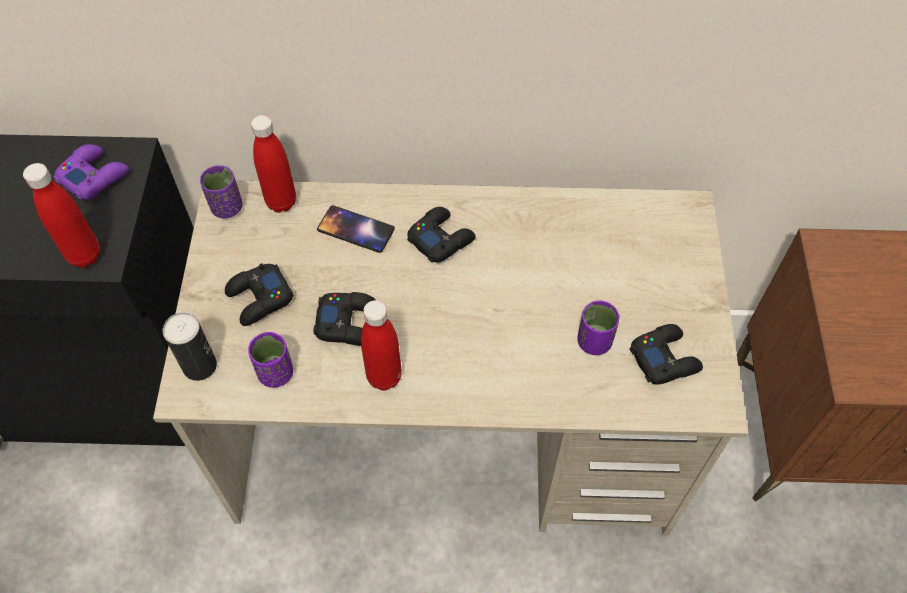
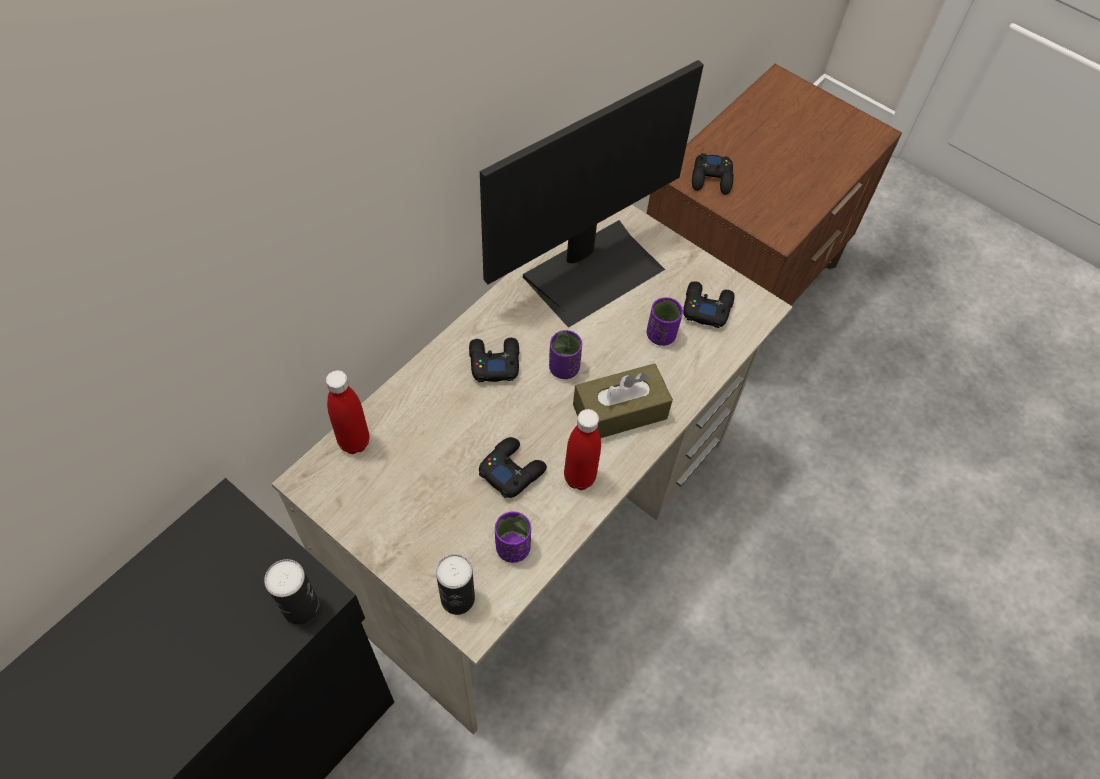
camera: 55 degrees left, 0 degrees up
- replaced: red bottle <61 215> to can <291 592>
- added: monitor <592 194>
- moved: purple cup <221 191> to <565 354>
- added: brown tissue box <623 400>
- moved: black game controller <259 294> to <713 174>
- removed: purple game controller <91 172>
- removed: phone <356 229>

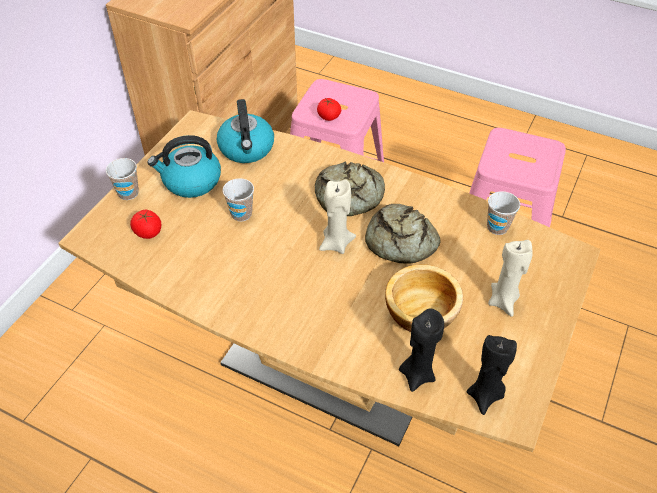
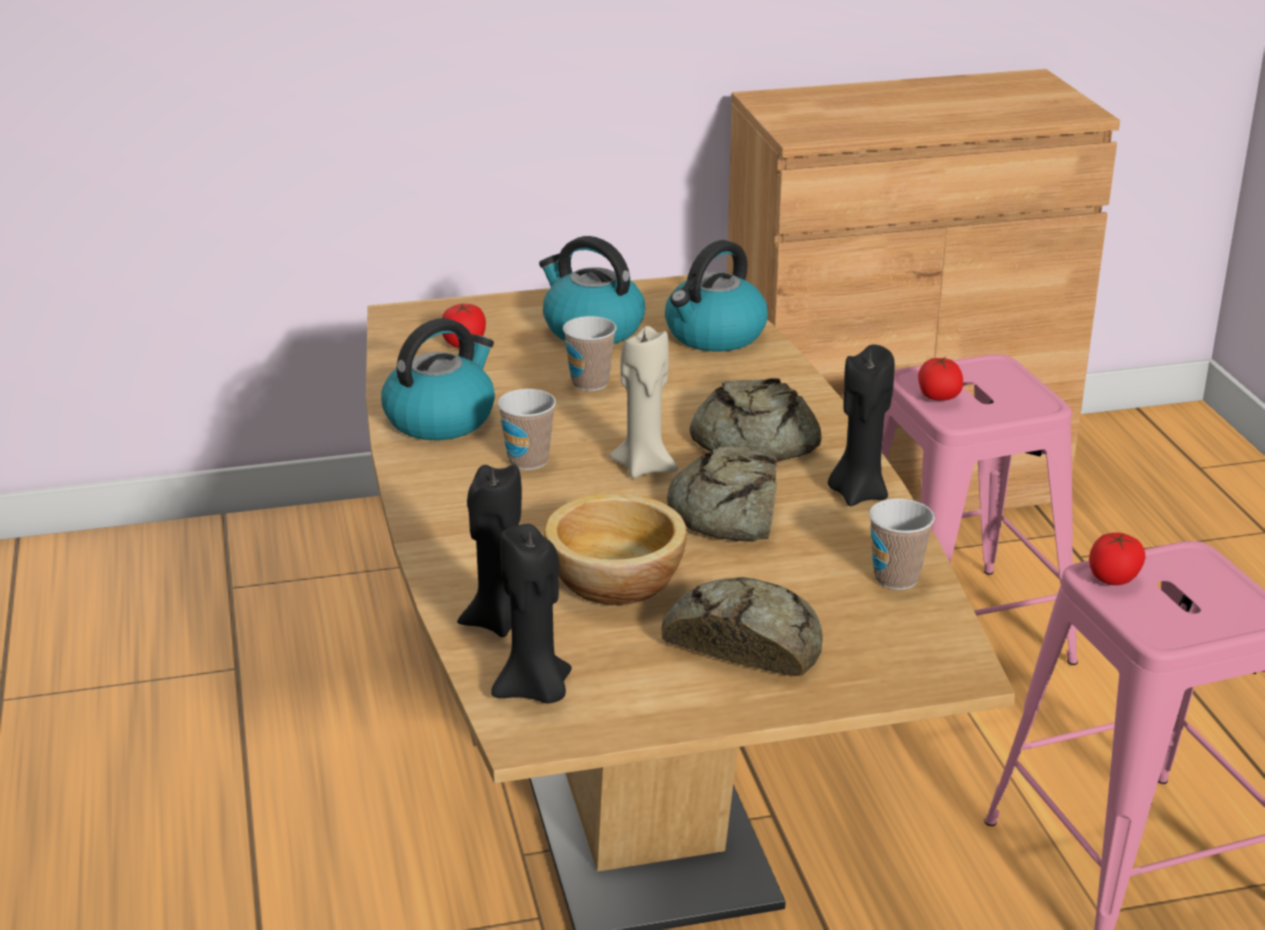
camera: 50 degrees right, 20 degrees down
- added: kettle <438 379>
- moved: cup <122 179> to <527 429>
- replaced: beige candle <510 278> to bread <742 626>
- added: black candle <861 425>
- added: tomato <1117 559>

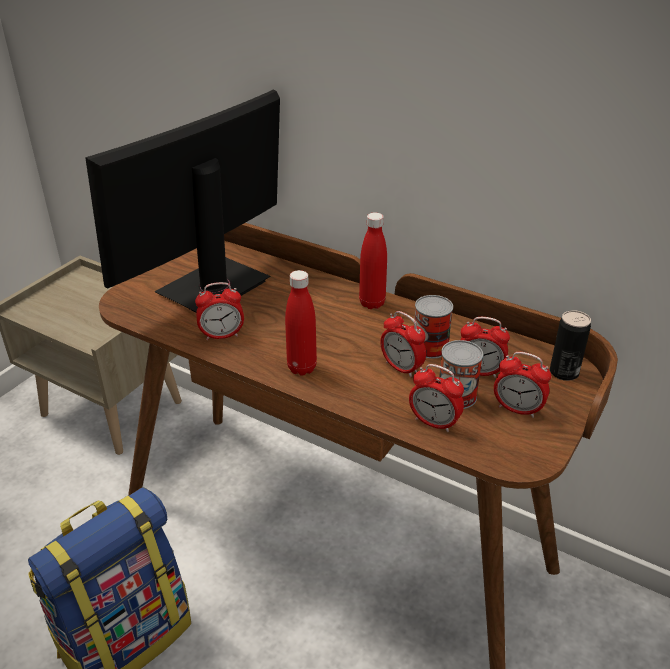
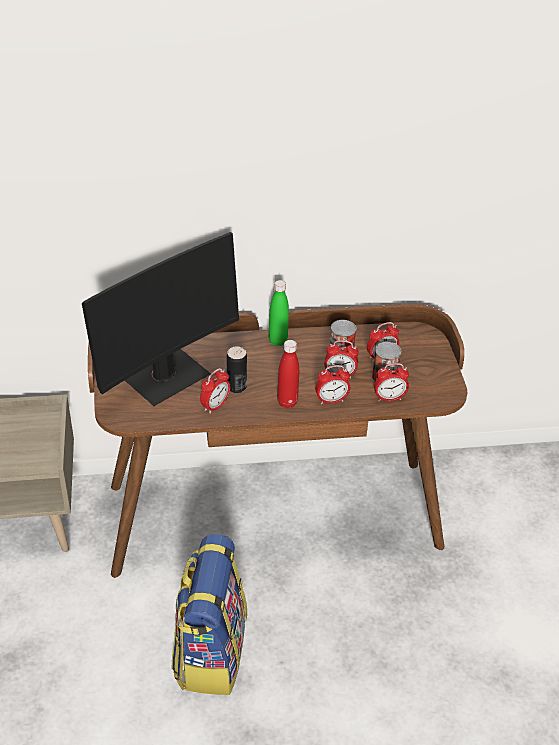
camera: 40 degrees left, 5 degrees up
- turned: monitor <182 201> = <160 319> 135 degrees counterclockwise
- moved: can <570 345> to <237 369>
- recoloured: red bottle <373 260> to green bottle <279 313>
- moved: alarm clock <522 385> to <332 384>

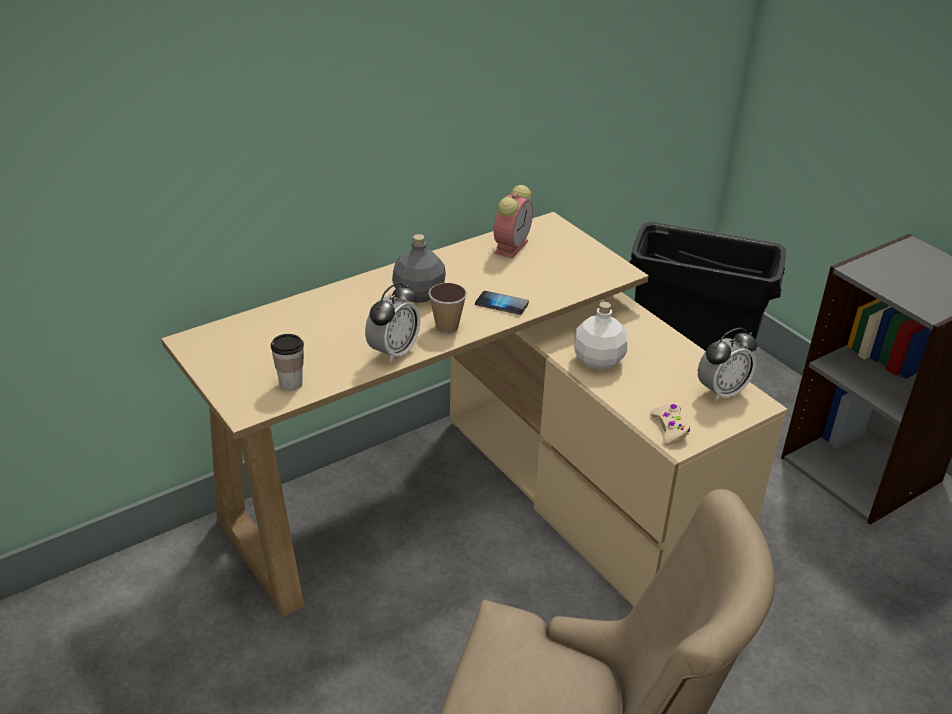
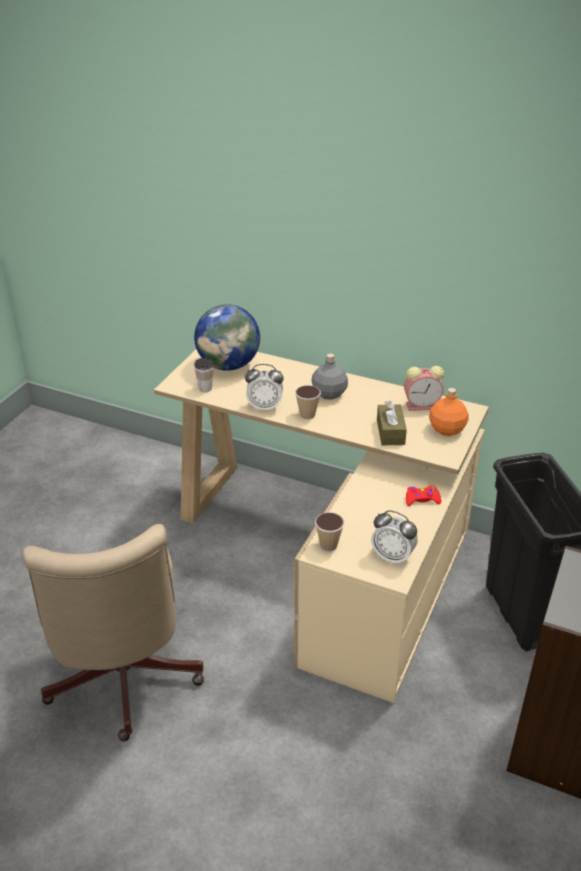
camera: 60 degrees right, 0 degrees up
- added: globe <227 337>
- replaced: beige game controller <670 424> to cup <329 531>
- added: brown tissue box <392 423>
- added: red game controller <423 496>
- added: orange bottle <448 412>
- removed: phone <502 303>
- removed: white bottle <600 336>

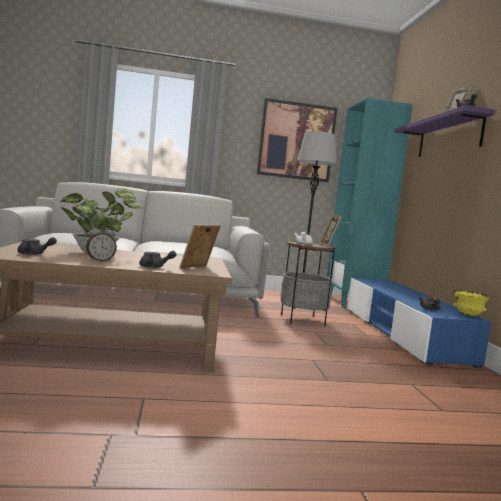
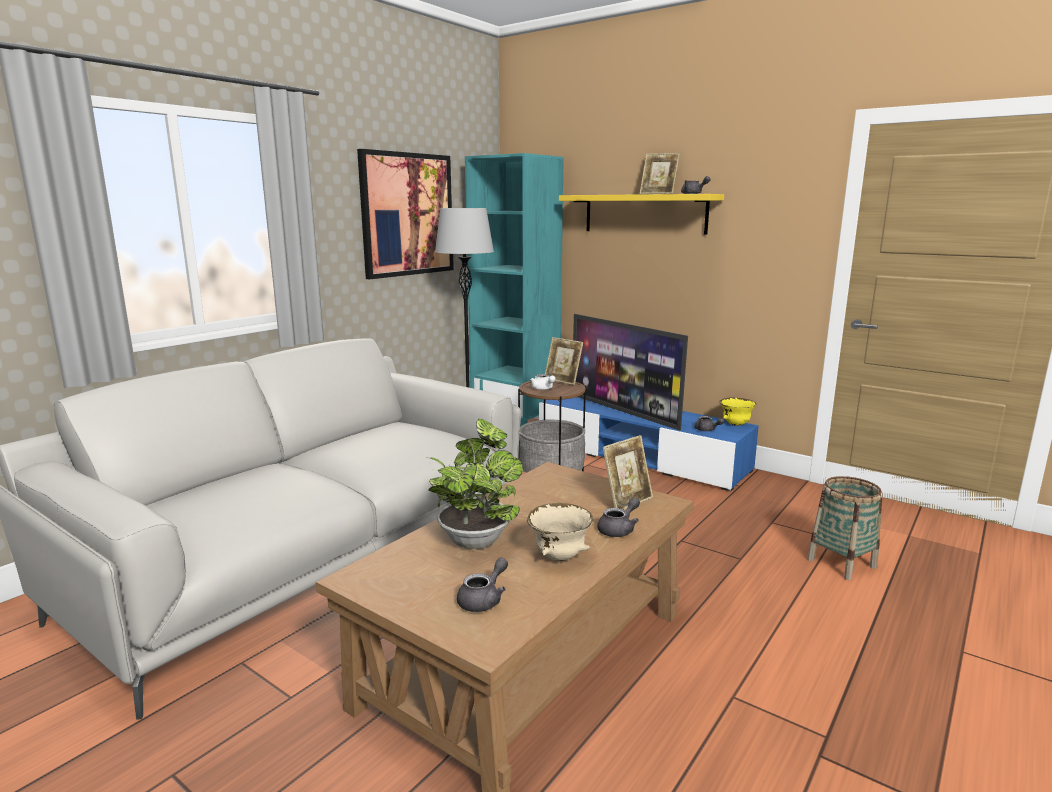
camera: 45 degrees left, 10 degrees up
- replaced: alarm clock <101 242> to beige bowl <560 532>
- recoloured: purple shelf <444 131> to yellow shelf <641 214>
- added: television <630 372>
- turned: picture frame <200 247> = <628 472> 120 degrees counterclockwise
- added: basket <844 528>

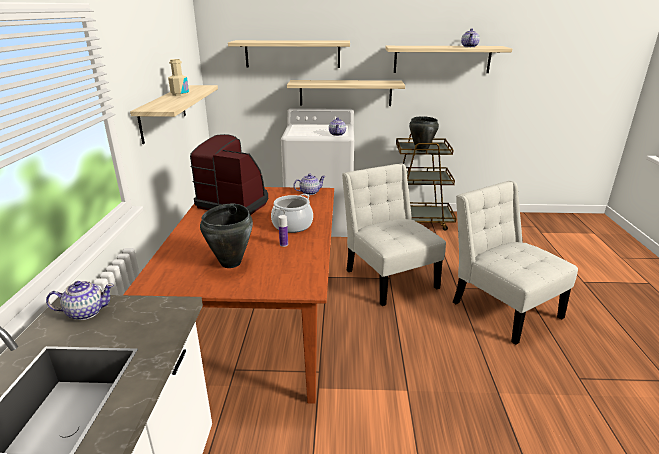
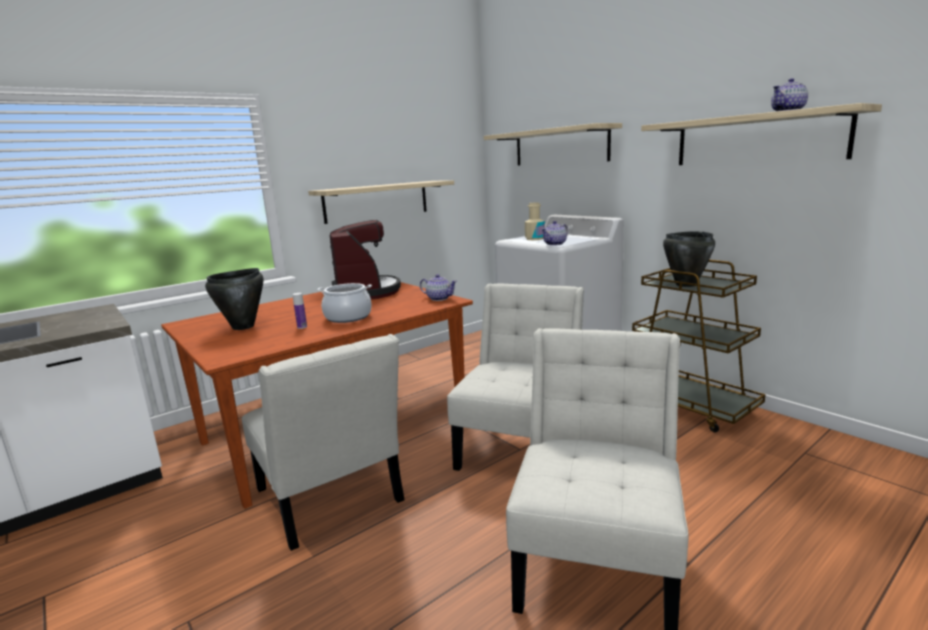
camera: 50 degrees right, 10 degrees down
- added: white chair <323 442>
- moved: beige bottle <178 77> to <535 221>
- removed: teapot <80 300>
- removed: shelf <346 93>

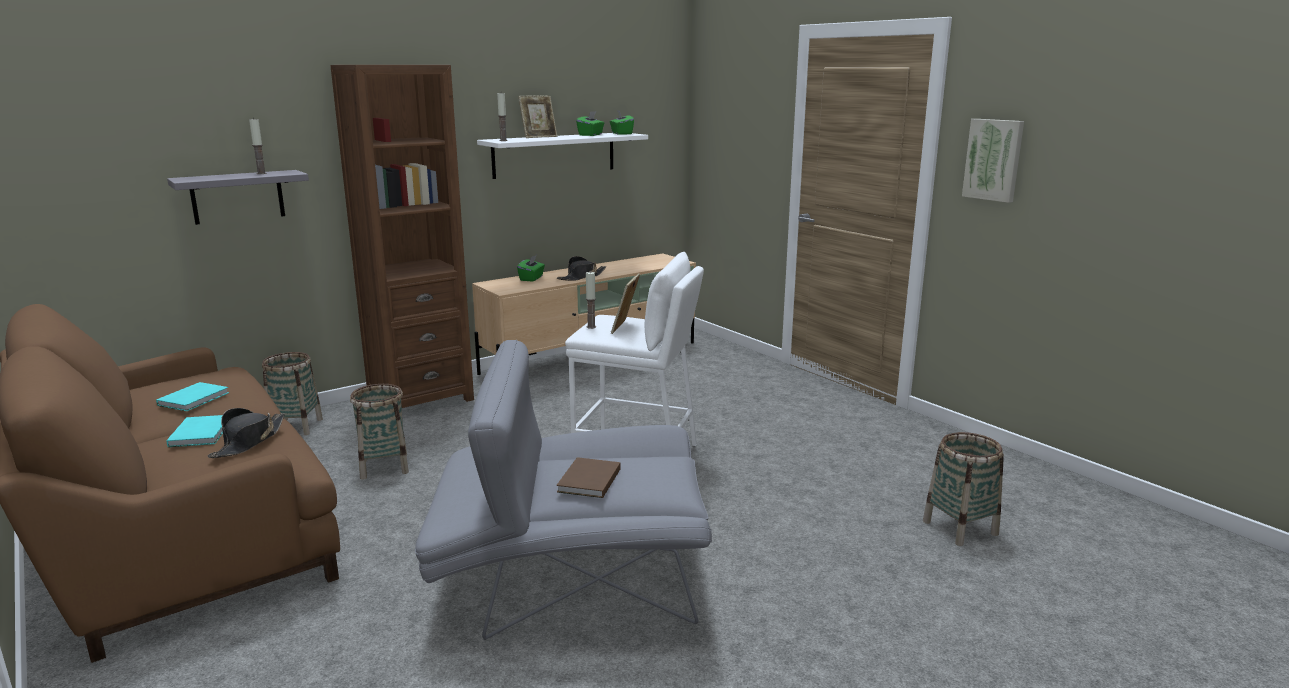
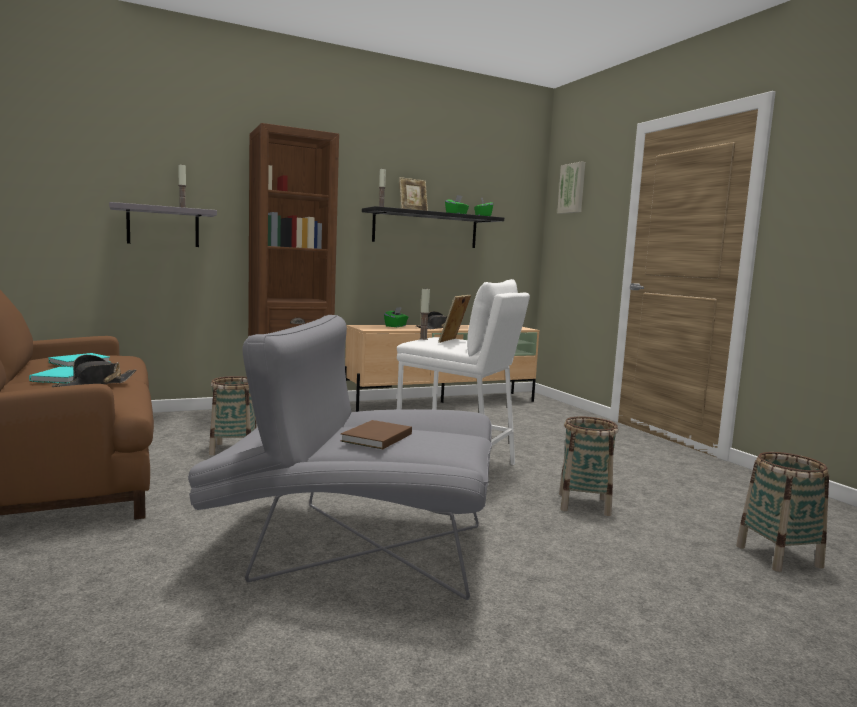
camera: 10 degrees right, 10 degrees down
- recoloured: white shelf <562 156> to black shelf <433 227>
- moved: picture <993 161> to <571 188>
- moved: basket <292 393> to <588 466>

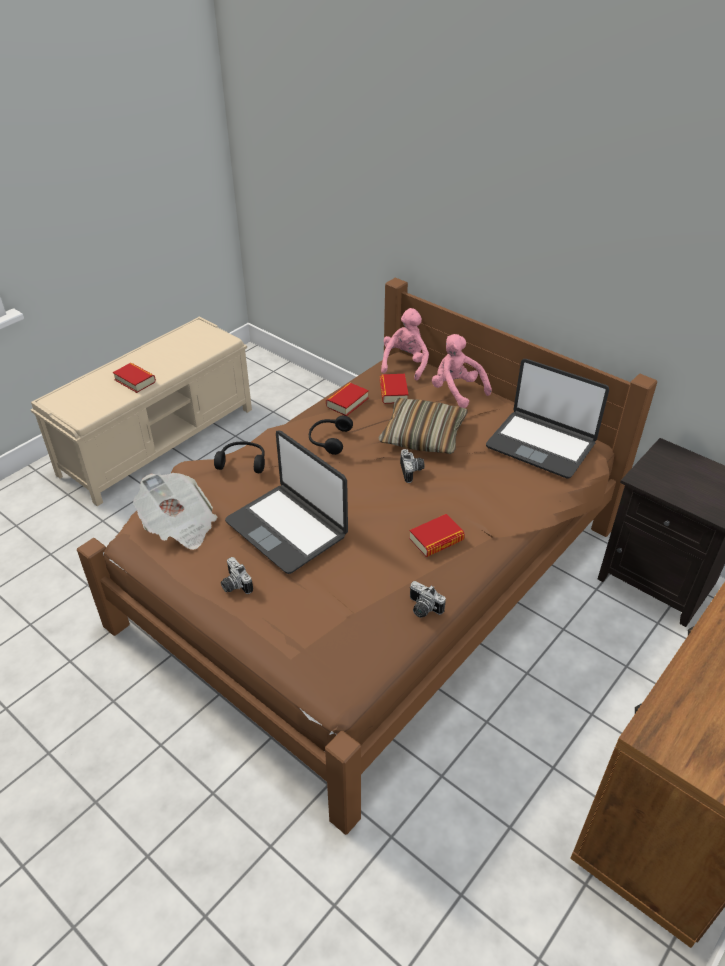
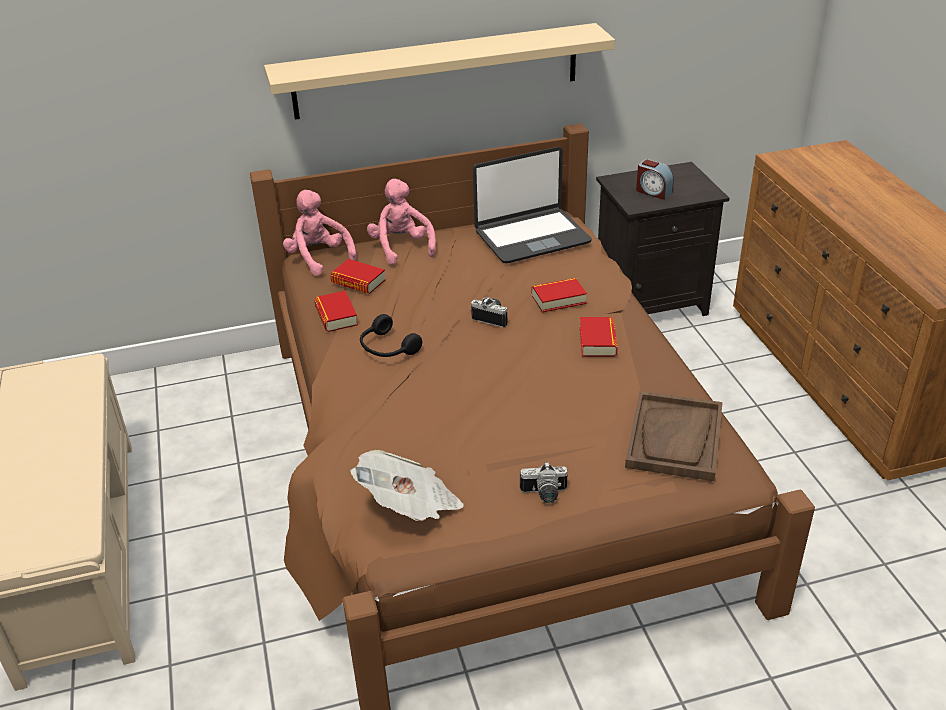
camera: 55 degrees left, 5 degrees down
- added: beige shelf <439 71>
- turned: pink plush toy <462 371> = <401 222> 75 degrees clockwise
- moved: book <134 378> to <559 295>
- added: brown tray <674 436>
- added: alarm clock <655 179>
- removed: black headphones <239 457>
- removed: laptop <286 502>
- removed: pillow <423 426>
- removed: photo camera <428 599>

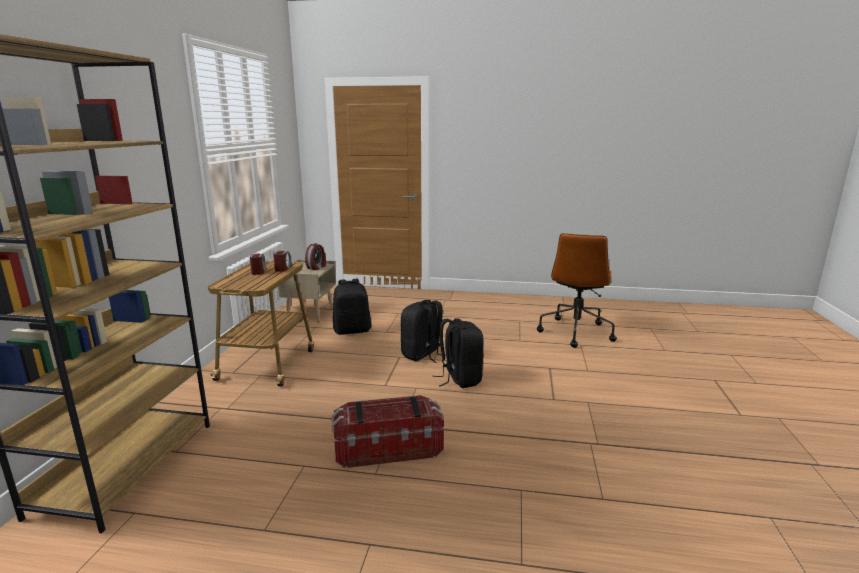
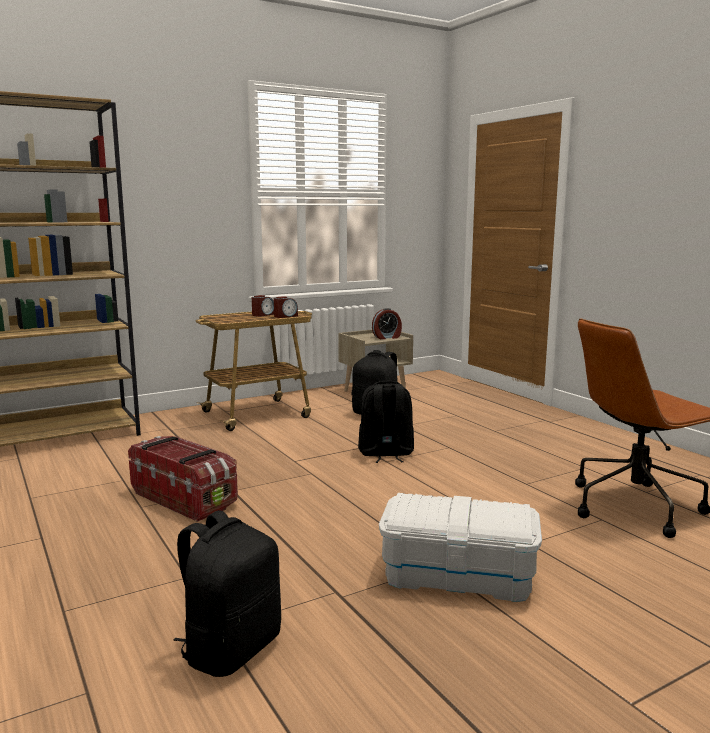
camera: 50 degrees right, 5 degrees down
- moved: black backpack <458 353> to <227 593>
- added: white storage box <460 547>

